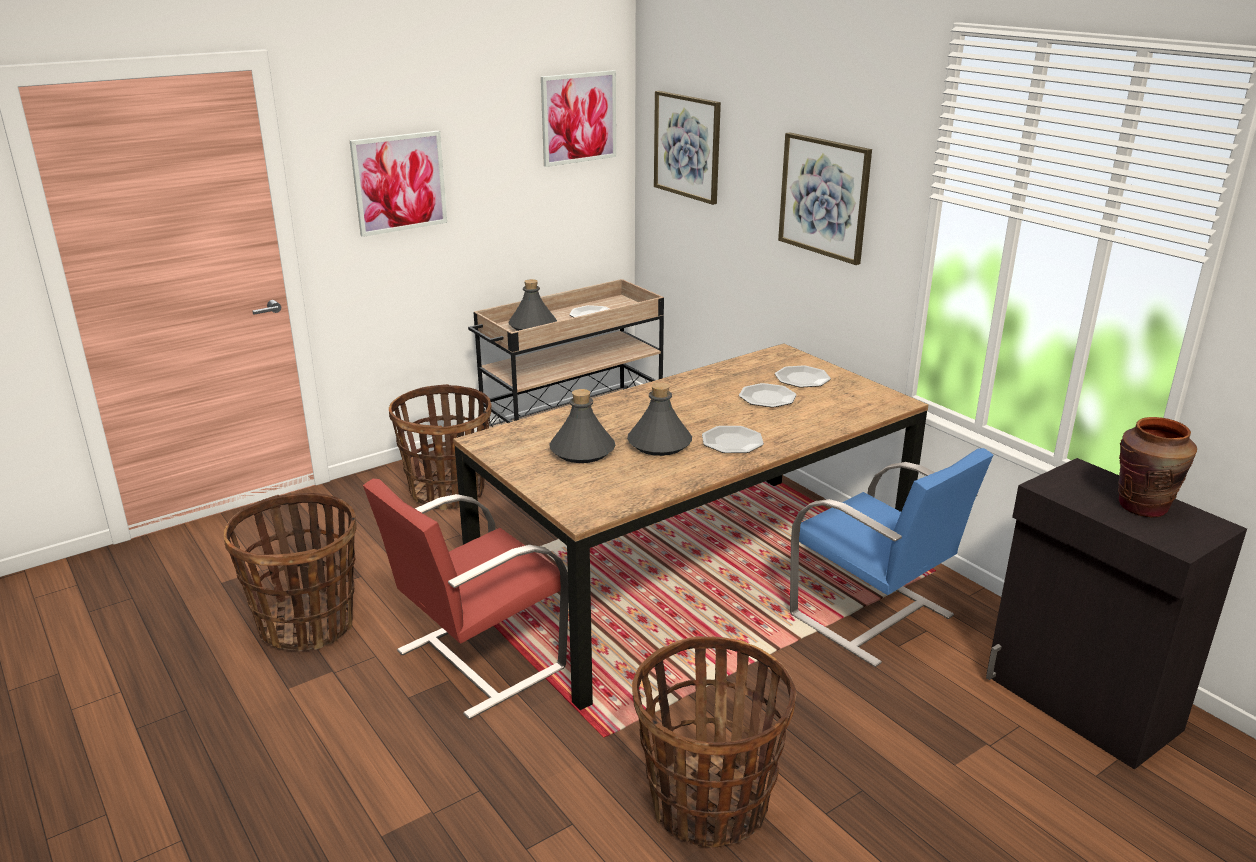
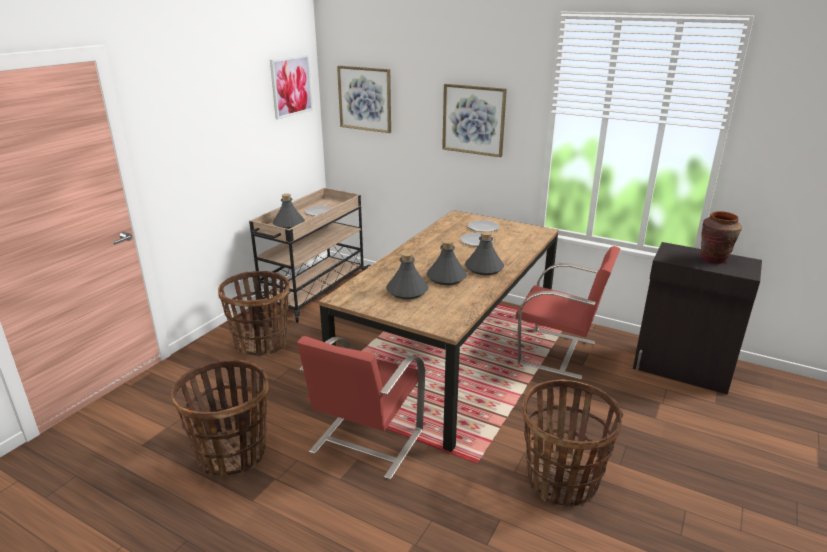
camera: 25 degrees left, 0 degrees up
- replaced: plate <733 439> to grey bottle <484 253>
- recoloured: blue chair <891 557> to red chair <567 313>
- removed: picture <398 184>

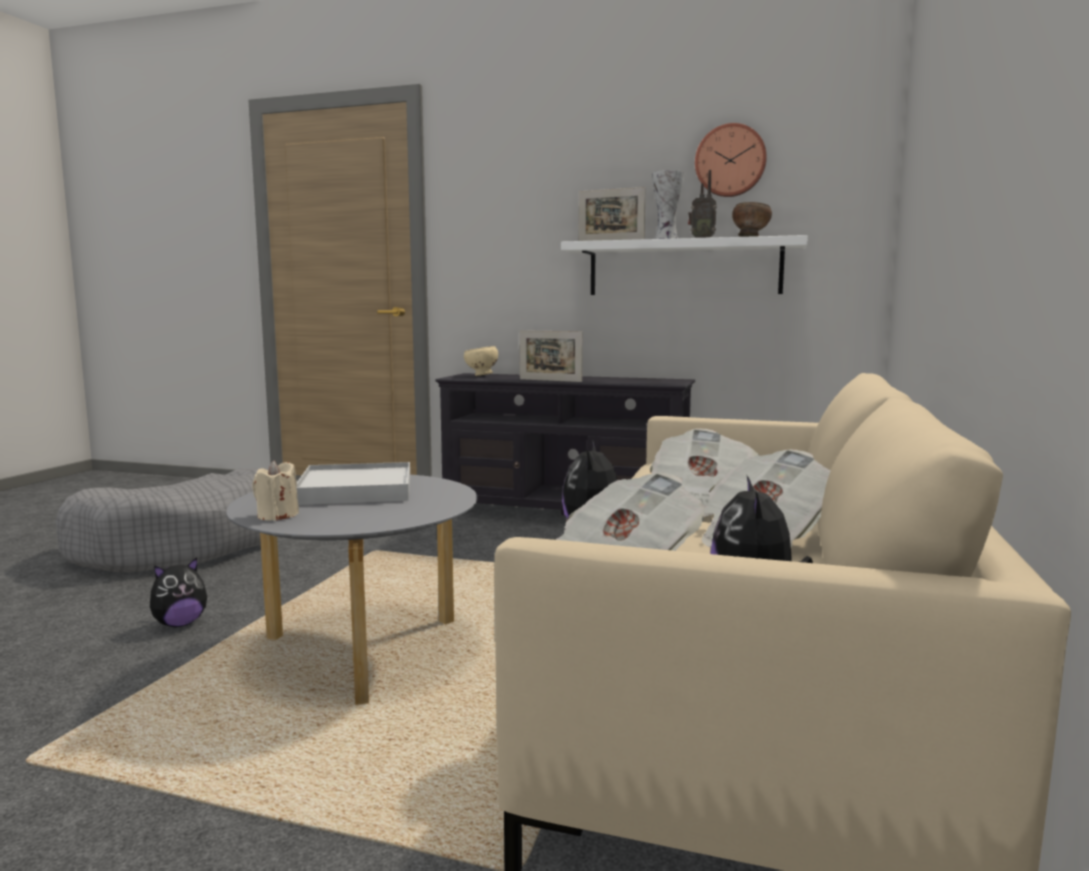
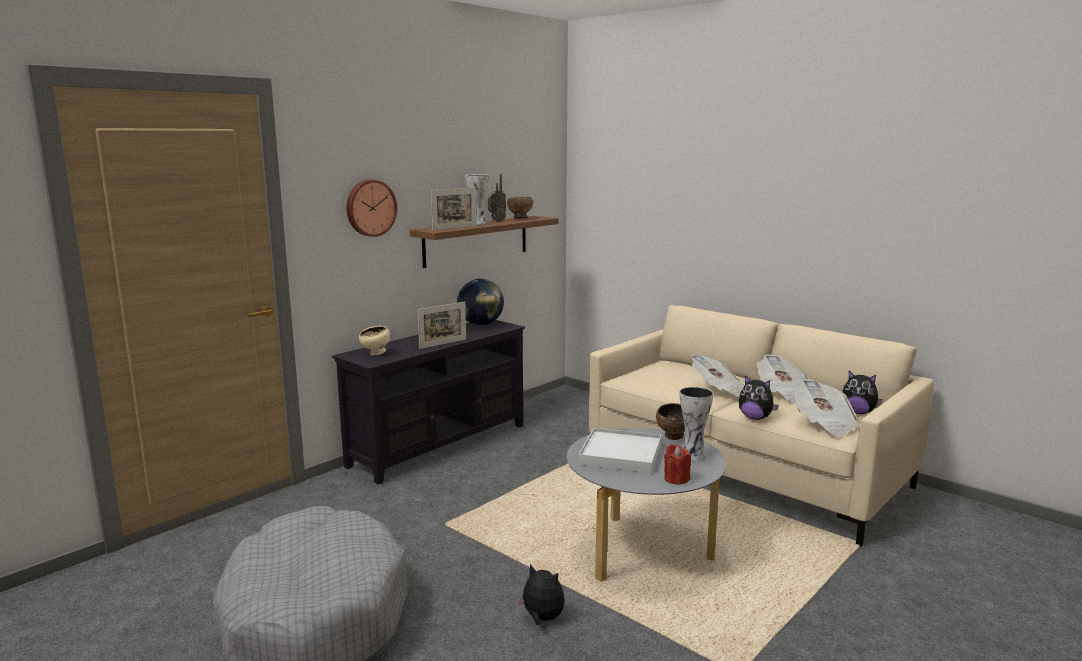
camera: 65 degrees left, 5 degrees up
- moved: wall clock <731 160> to <371 208>
- recoloured: white shelf <684 265> to brown shelf <484 242>
- added: globe <480 301>
- turned: plush toy <178 592> = <540 594> 45 degrees counterclockwise
- added: brown bowl <670 421>
- recoloured: beige candle <275 491> to red candle <677 464>
- added: vase <696 423>

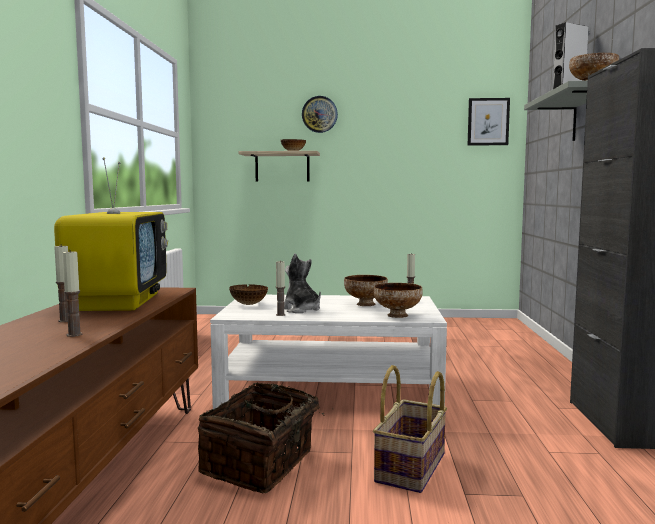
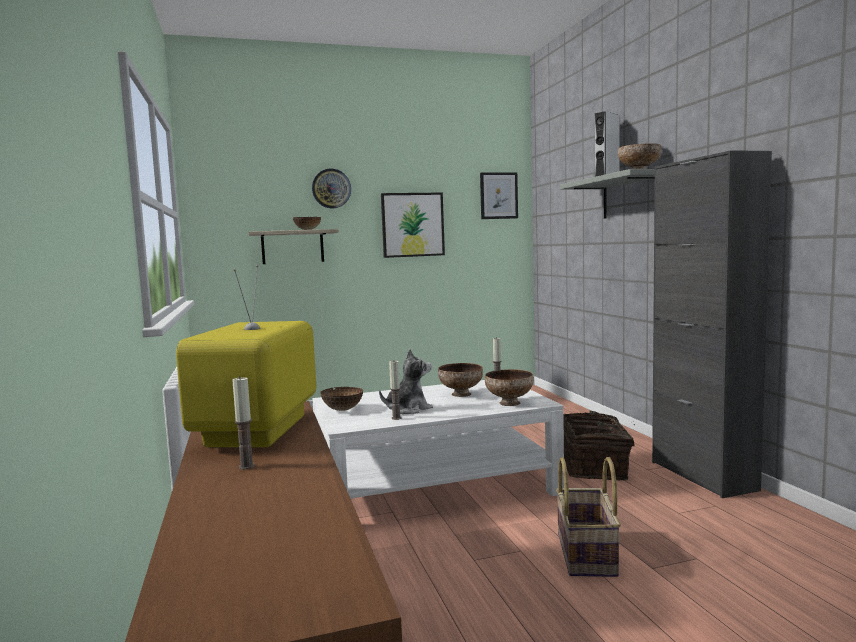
camera: 20 degrees left, 0 degrees up
- turned: television <111 234> = <246 356> 150 degrees counterclockwise
- turned: plush toy <302 283> = <406 381> 120 degrees clockwise
- added: picture <413 225>
- moved: basket <265 438> to <599 446>
- removed: candle <72 294>

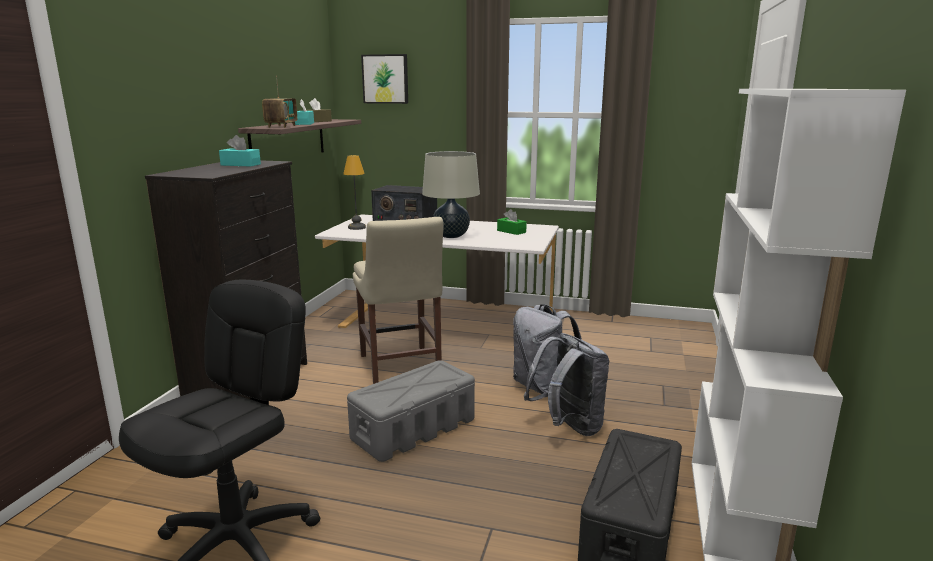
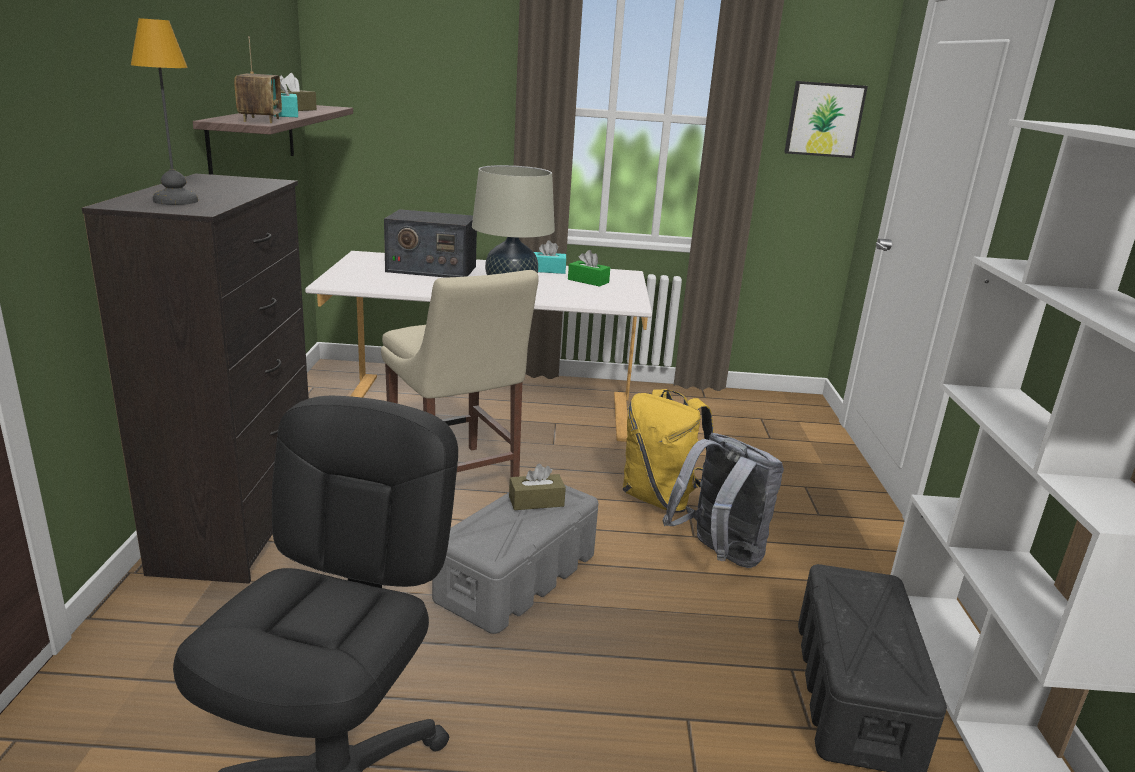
camera: 15 degrees left, 5 degrees up
- moved: table lamp <354 192> to <164 111>
- added: brown tissue box <537 487>
- moved: turquoise tissue box <240 151> to <550 257>
- recoloured: grey backpack <547 349> to yellow backpack <668 451>
- moved: picture <384 79> to <826 119>

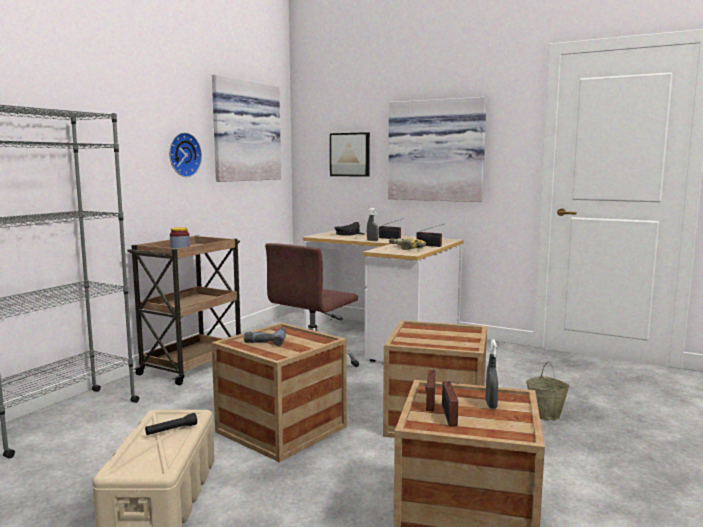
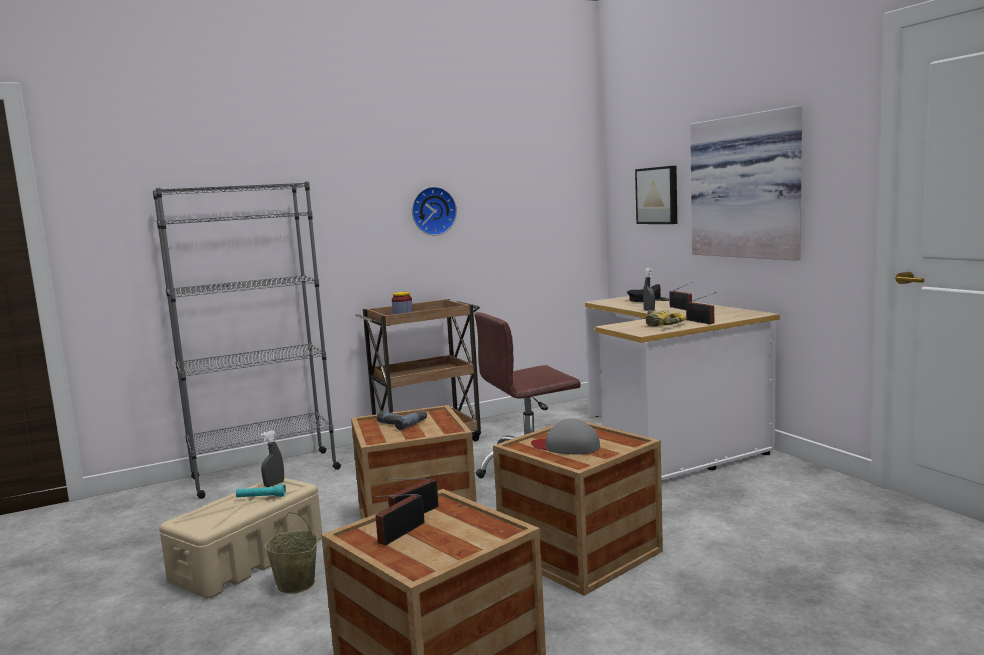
camera: 35 degrees right, 0 degrees up
- recoloured: black flashlight <171 424> to turquoise flashlight <261 491>
- moved: grey spray bottle <492 374> to <272 458>
- moved: beige bucket <548 390> to <291 553>
- added: grey cap <565 436>
- removed: picture <246 128>

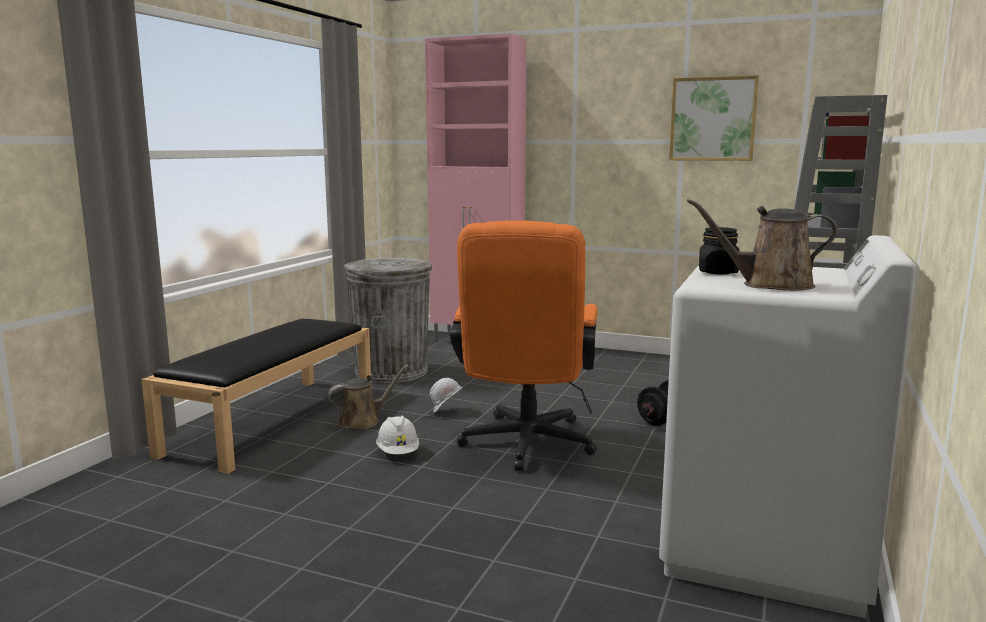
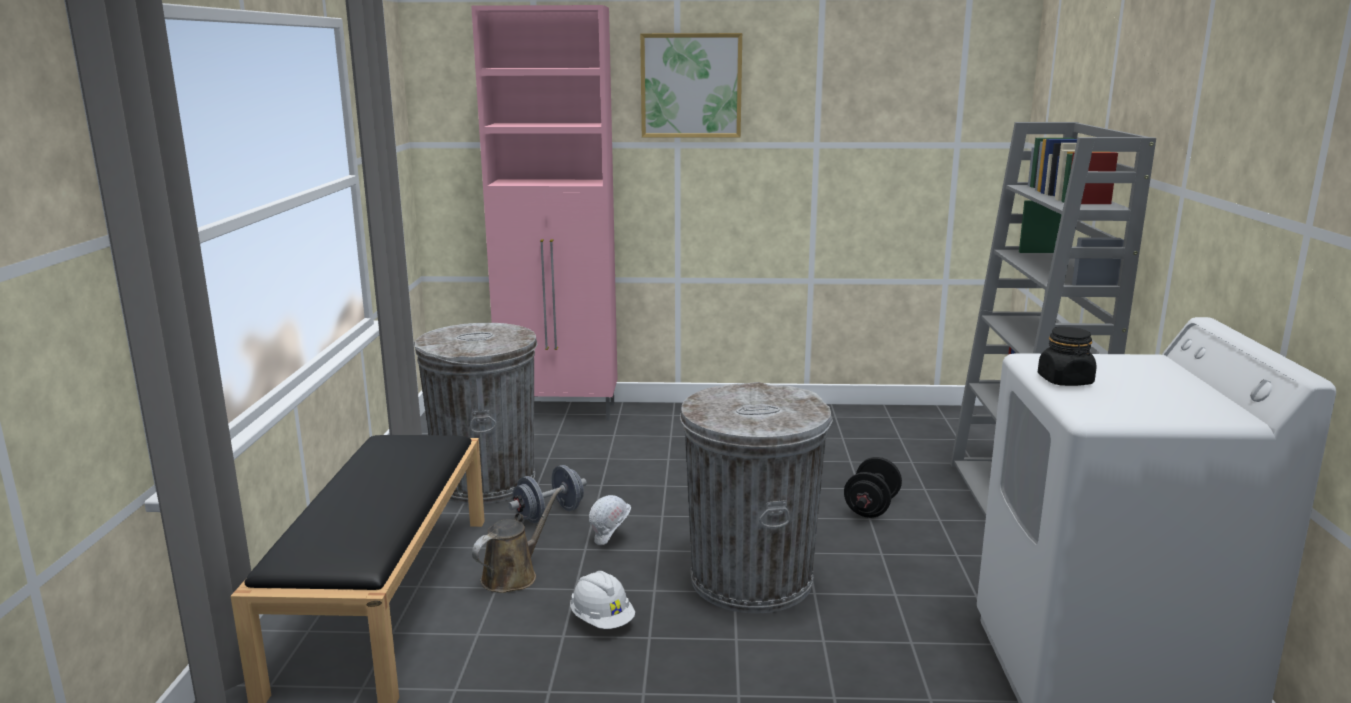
camera: 20 degrees left, 5 degrees up
- added: grey dumbbell <547 494>
- moved: picture <714 118> to <691 85>
- replaced: orange office chair <524 346> to grey trash can <756 498>
- removed: brown watering can <762 245>

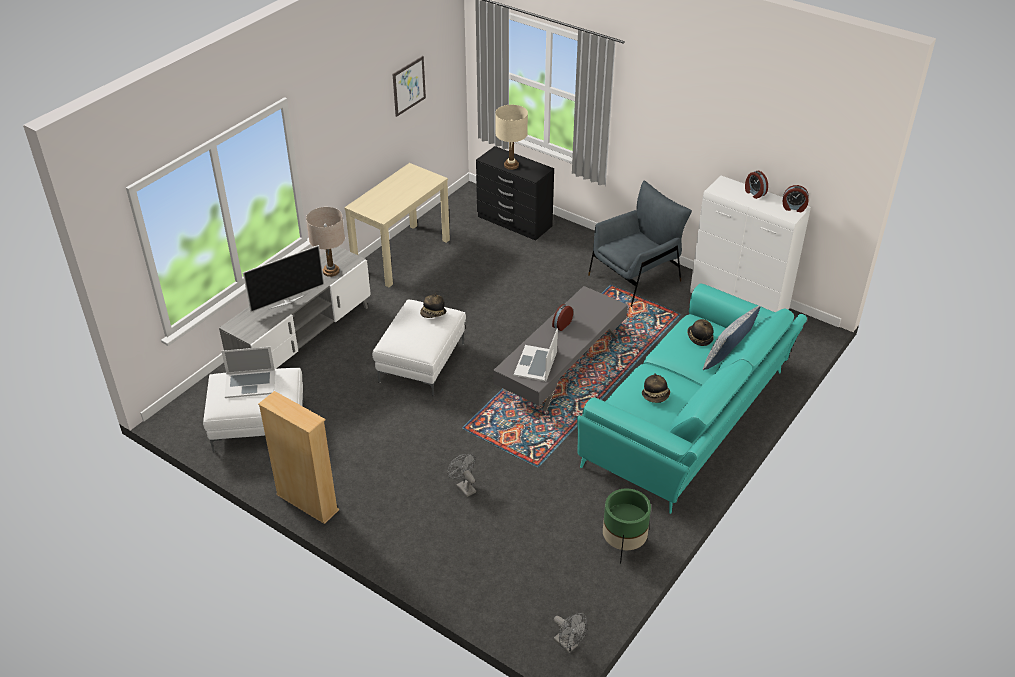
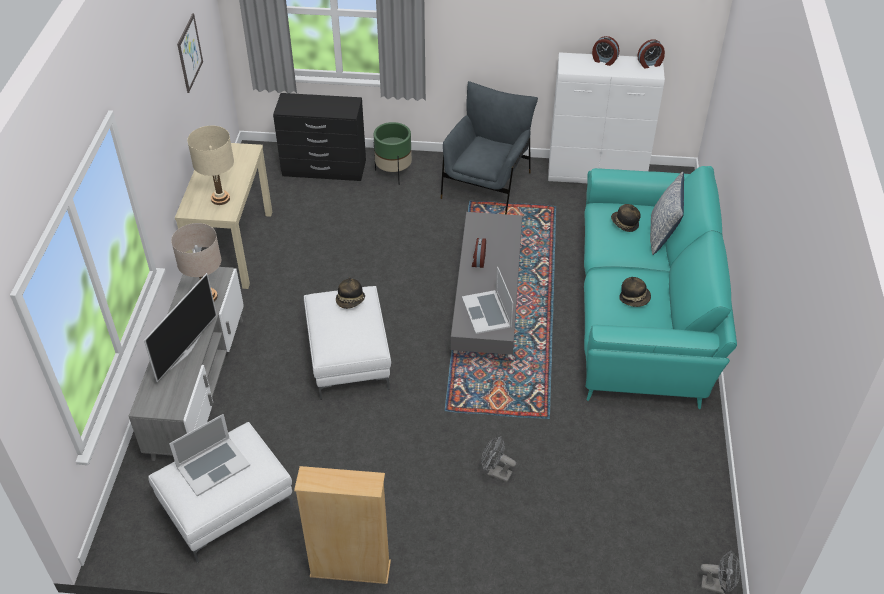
camera: 30 degrees left, 5 degrees up
- moved: beige table lamp <511 137> to <210 165>
- moved: green planter <627 526> to <393 152>

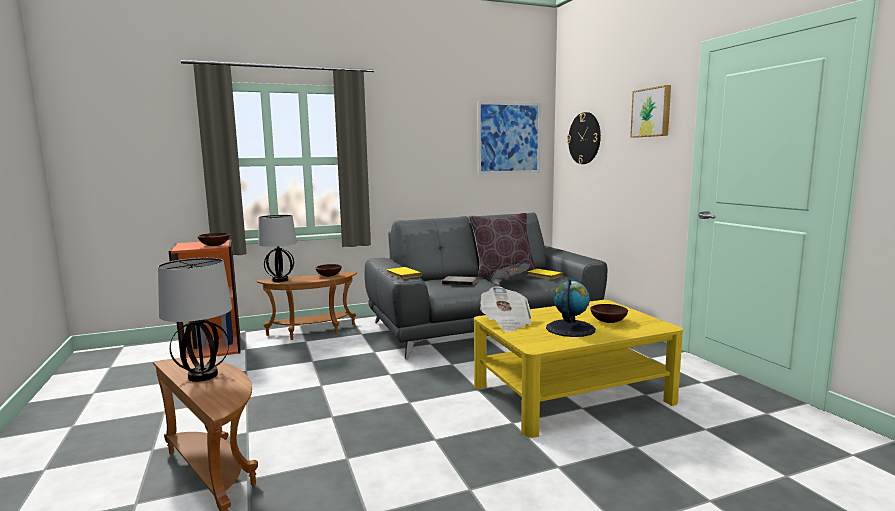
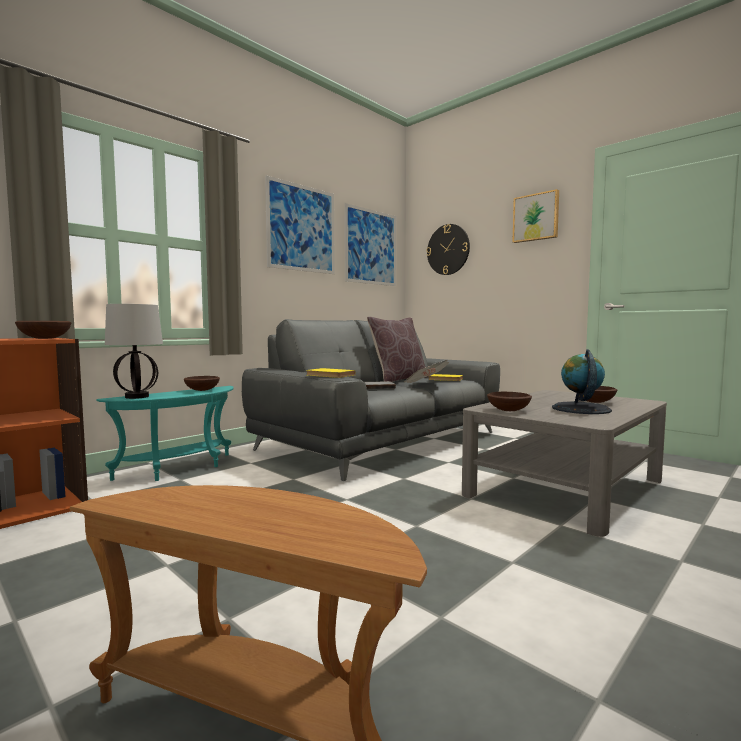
camera: 25 degrees left, 5 degrees down
- recoloured: brown side table <307 305> to turquoise side table <165 433>
- added: picture <300 224>
- recoloured: yellow coffee table <578 369> to grey coffee table <564 463>
- replaced: newspaper <506 309> to brown bowl <509 401>
- removed: table lamp <195 320>

